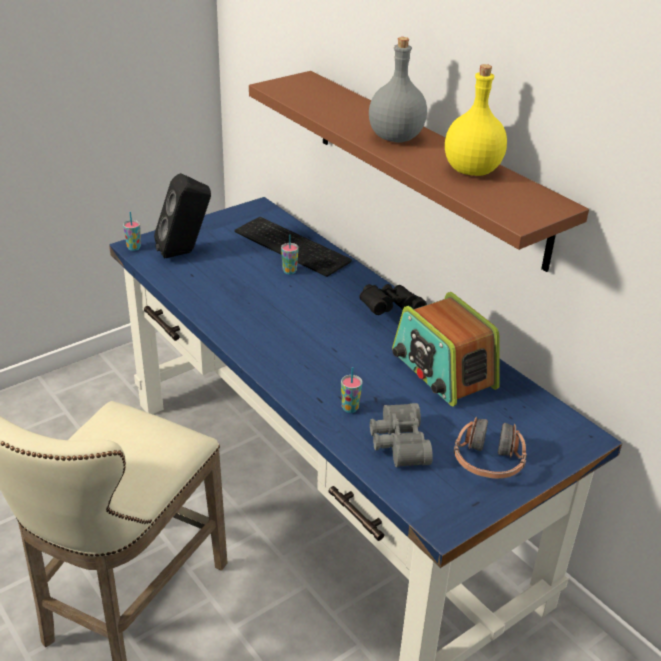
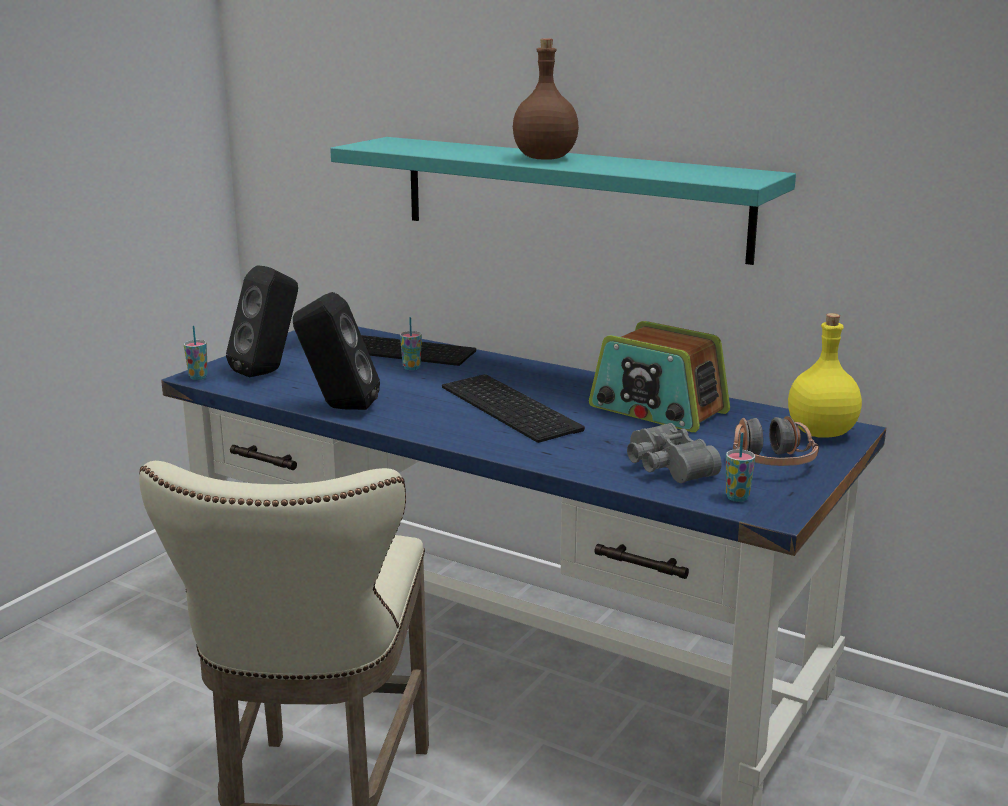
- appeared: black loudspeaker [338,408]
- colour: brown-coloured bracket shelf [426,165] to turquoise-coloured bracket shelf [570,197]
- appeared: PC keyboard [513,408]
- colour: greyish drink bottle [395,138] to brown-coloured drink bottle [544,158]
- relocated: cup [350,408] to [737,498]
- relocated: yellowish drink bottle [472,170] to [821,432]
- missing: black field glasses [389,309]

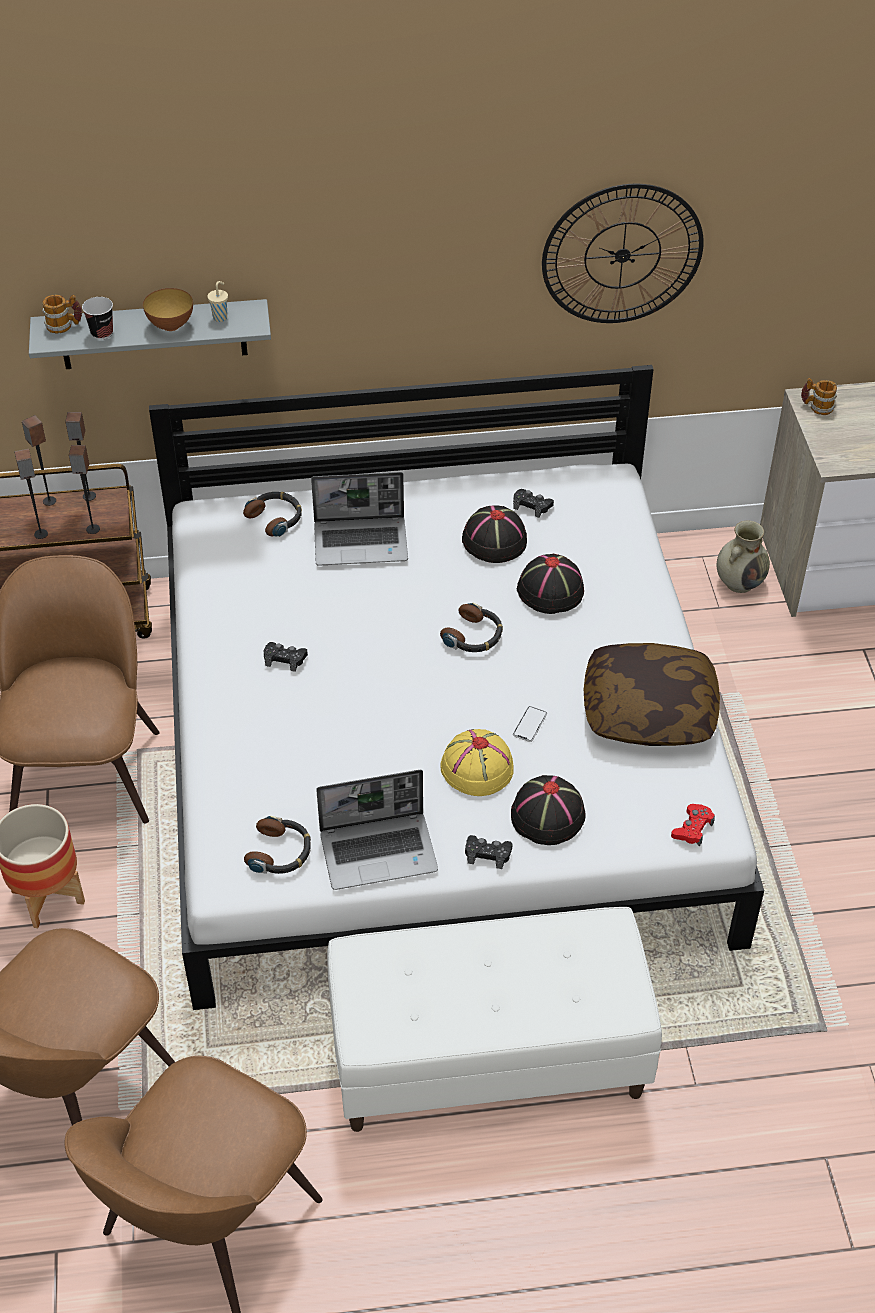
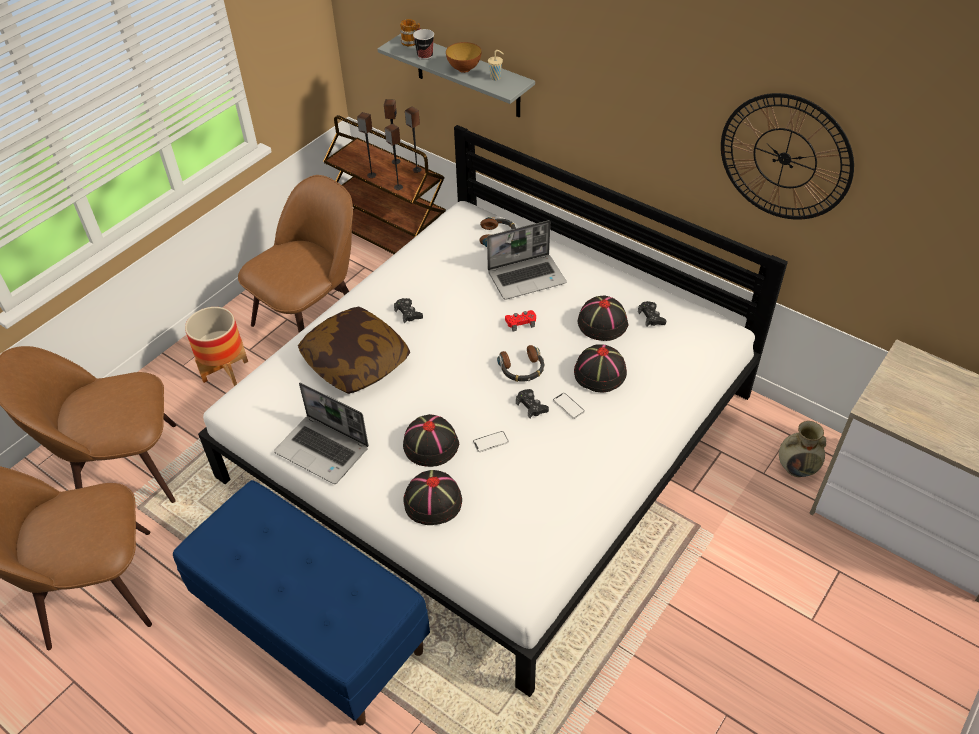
- colour: white bench [489,1057] to bluish bench [313,626]
- relocated: pillow [649,711] to [356,362]
- colour: yellowish wearable hat [476,768] to black wearable hat [430,444]
- spun: laptop [362,542] = [527,277] 60 degrees counterclockwise
- relocated: reddish joypad [692,828] to [521,322]
- relocated: black joypad [488,854] to [531,406]
- appeared: telephone [568,406]
- missing: headphones [280,852]
- missing: mug [816,406]

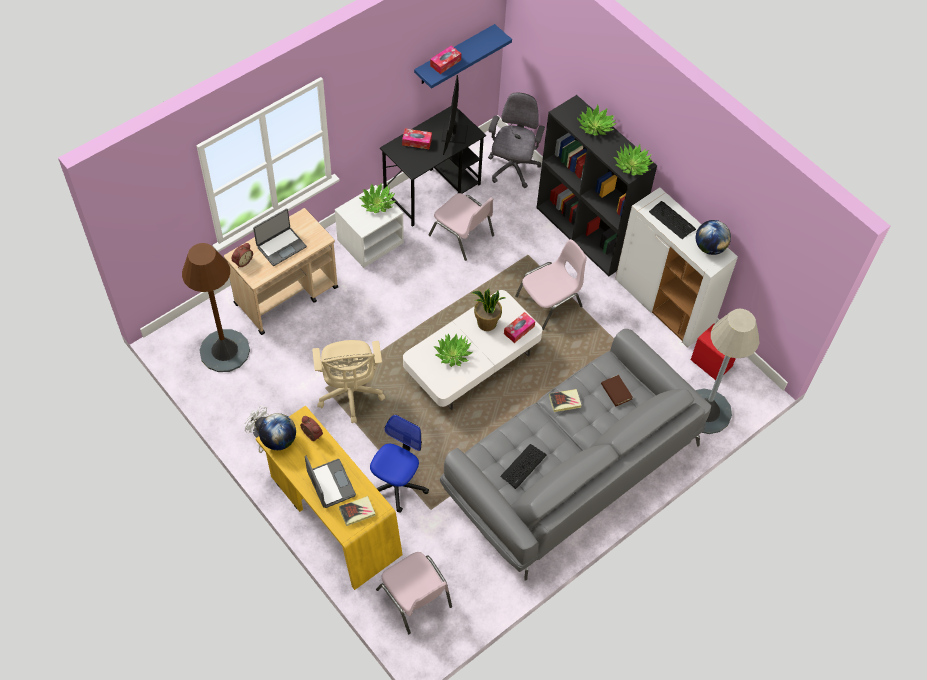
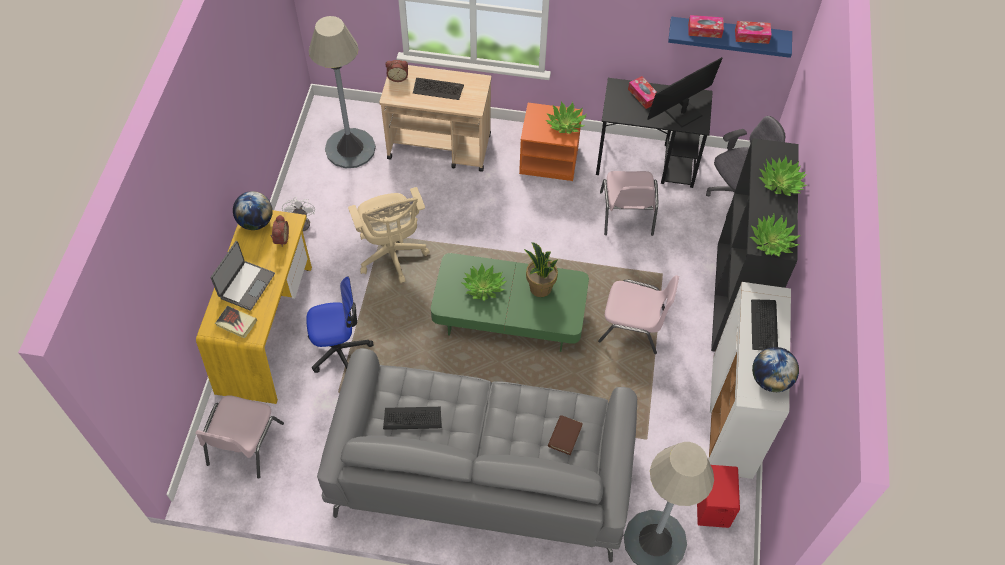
- colour: brown-coloured standard lamp [224,351] to greyish standard lamp [350,148]
- spun: sand-coloured office chair [350,394] = [392,255] 60 degrees counterclockwise
- exchanged: laptop [281,246] to PC keyboard [438,89]
- colour: white low table [471,362] to green low table [509,315]
- colour: white night table [370,241] to orange night table [549,159]
- relocated: tissue holder [519,330] to [751,36]
- missing: bound book [565,401]

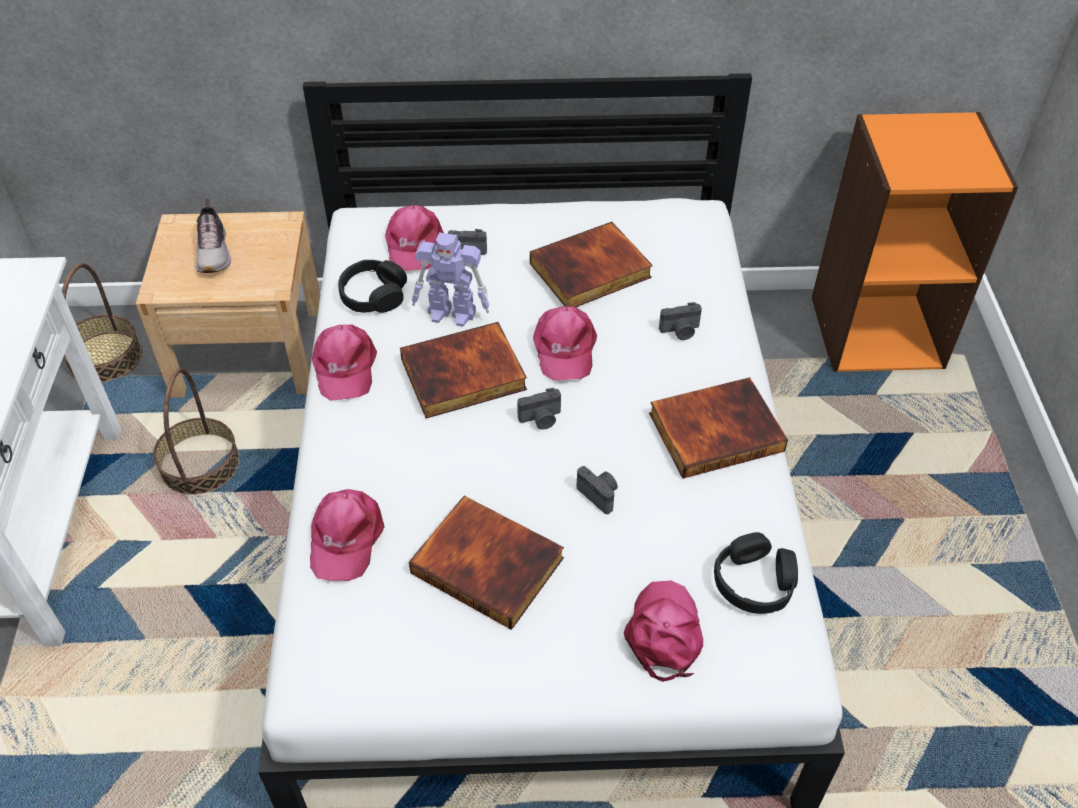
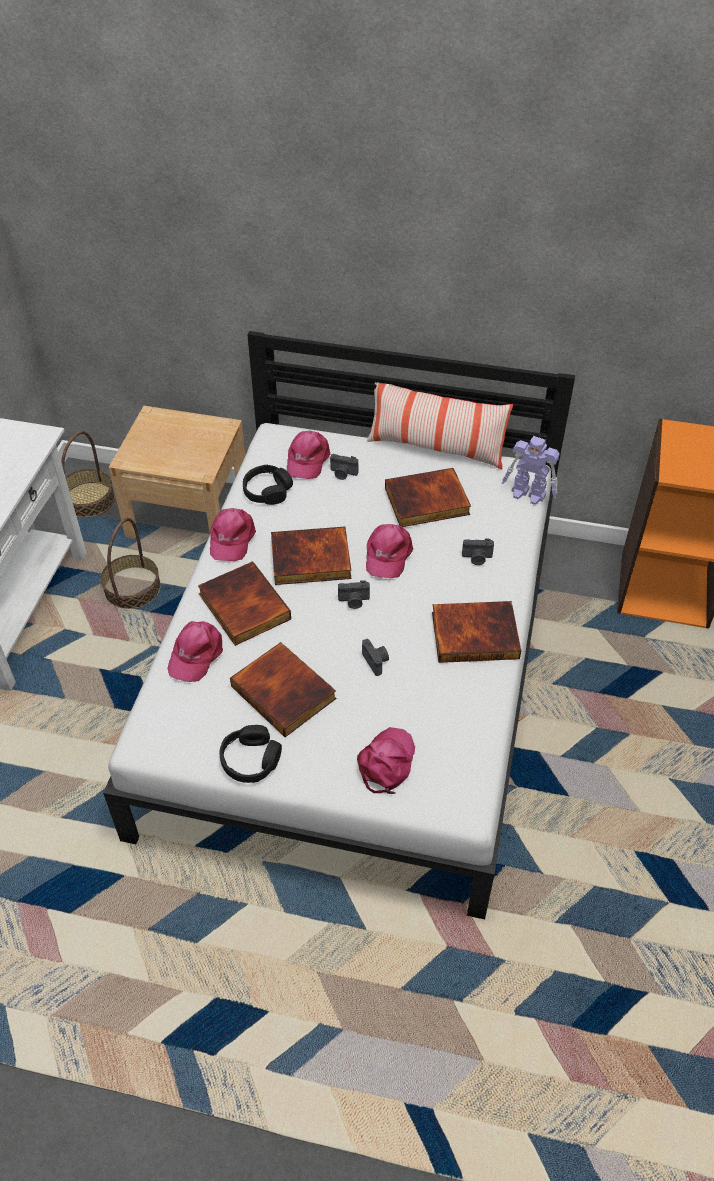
- appeared: bound book [242,607]
- relocated: black headphones [754,582] to [251,760]
- appeared: pillow [436,448]
- relocated: toy robot [453,313] to [529,494]
- missing: low shoe [214,252]

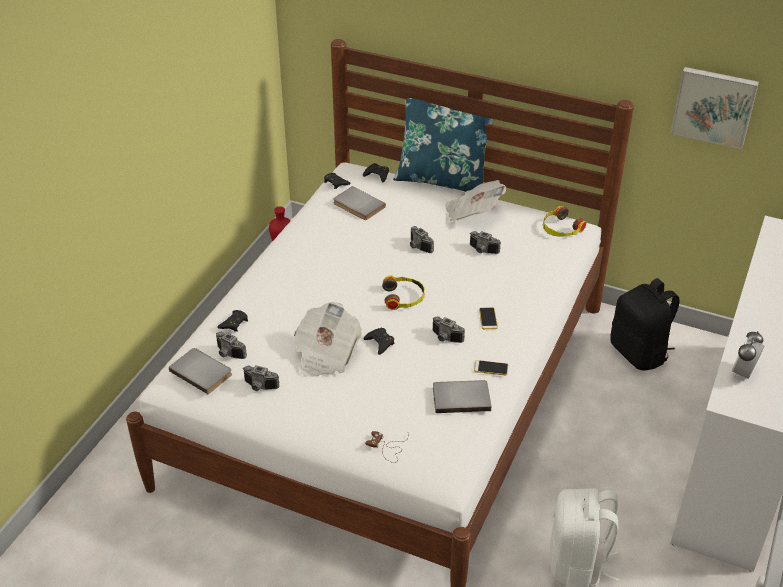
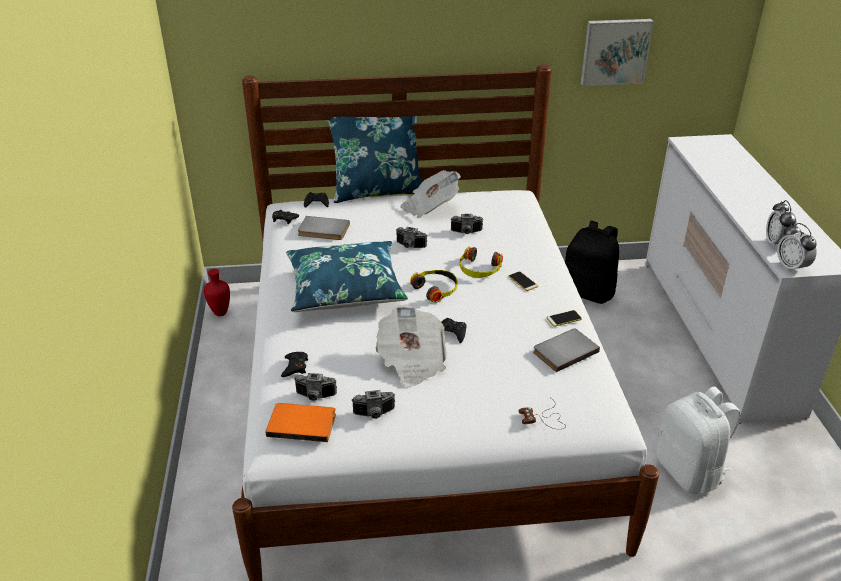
- colour: greyish bound book [202,371] to orange bound book [302,423]
- appeared: bluish pillow [345,288]
- relocated: headphones [561,228] to [479,269]
- appeared: alarm clock [791,267]
- missing: still camera [445,338]

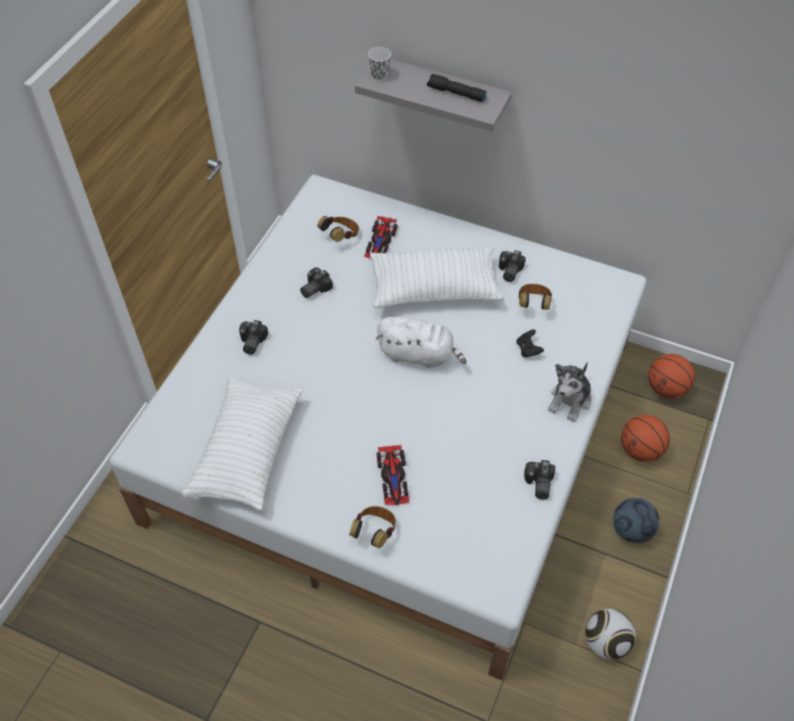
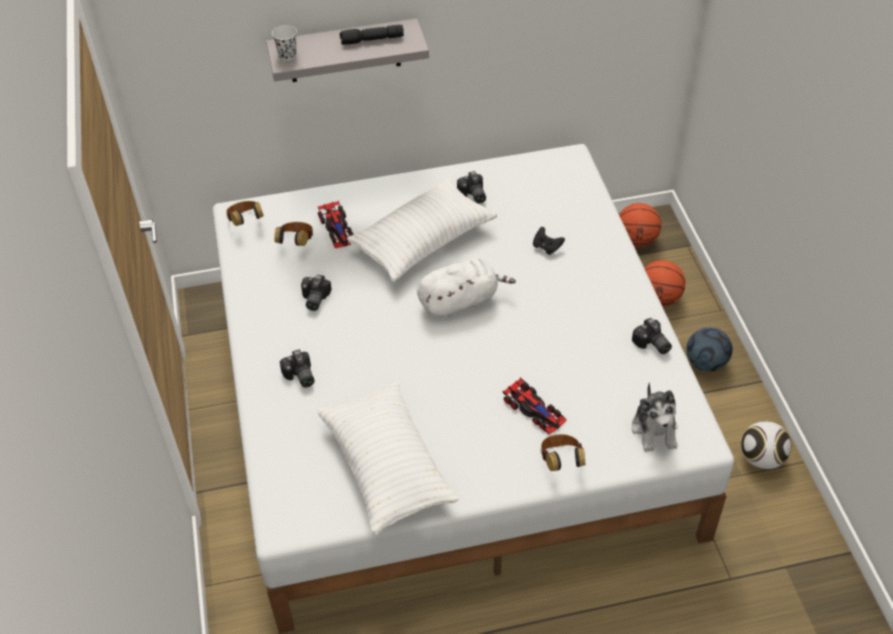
- relocated: headphones [533,305] to [246,222]
- relocated: cuddly toy [570,400] to [655,429]

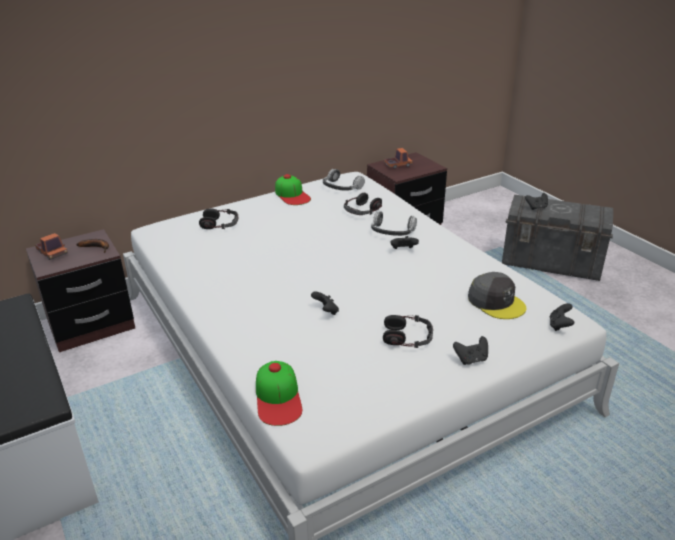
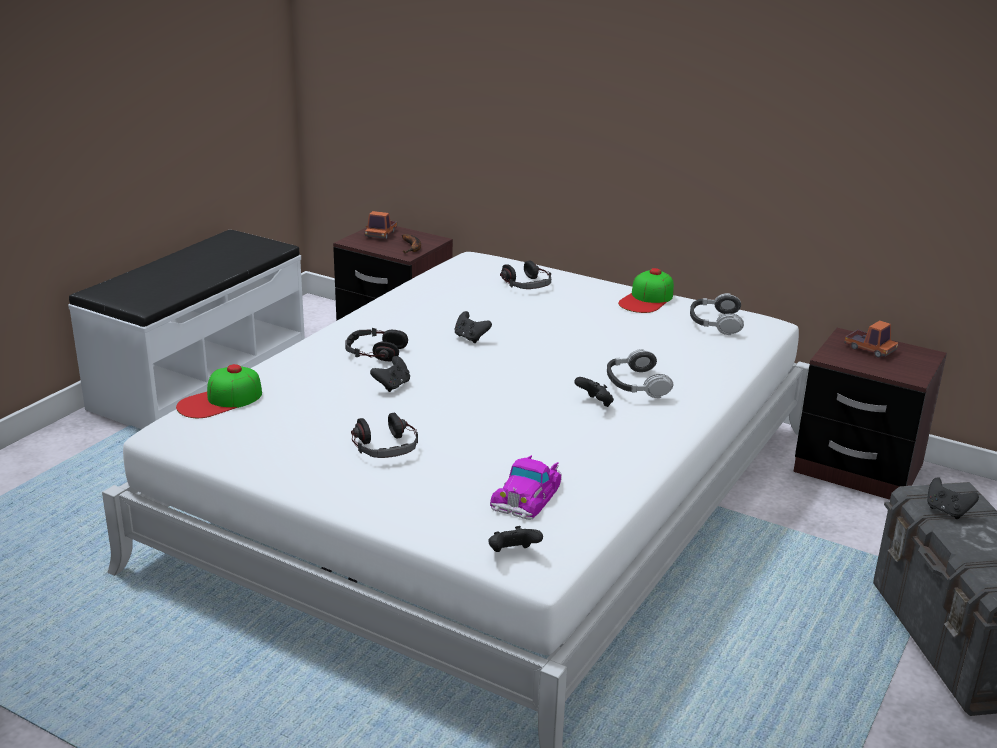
- relocated: headphones [362,210] to [375,352]
- relocated: black joypad [471,359] to [470,338]
- exchanged: greyish baseball cap [496,302] to miniature car [527,494]

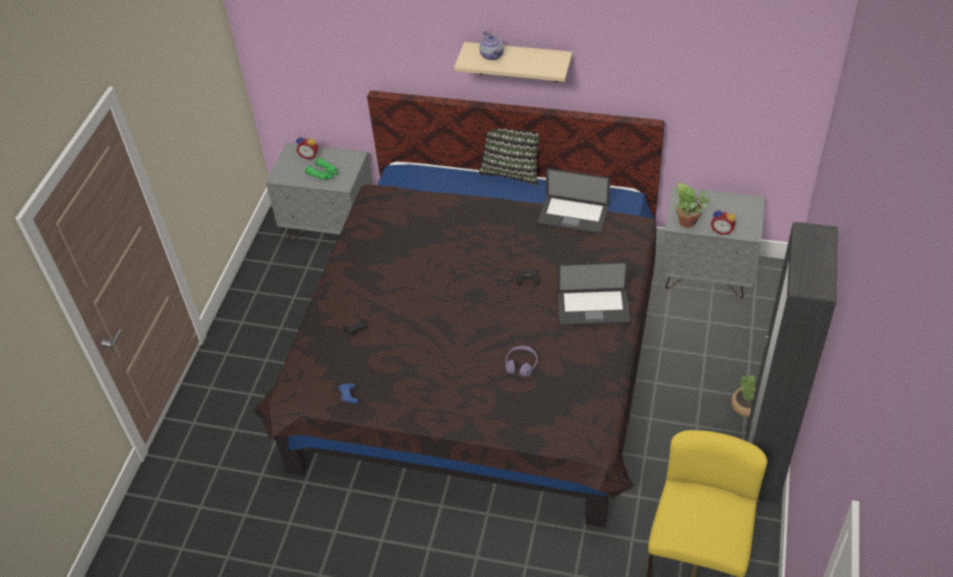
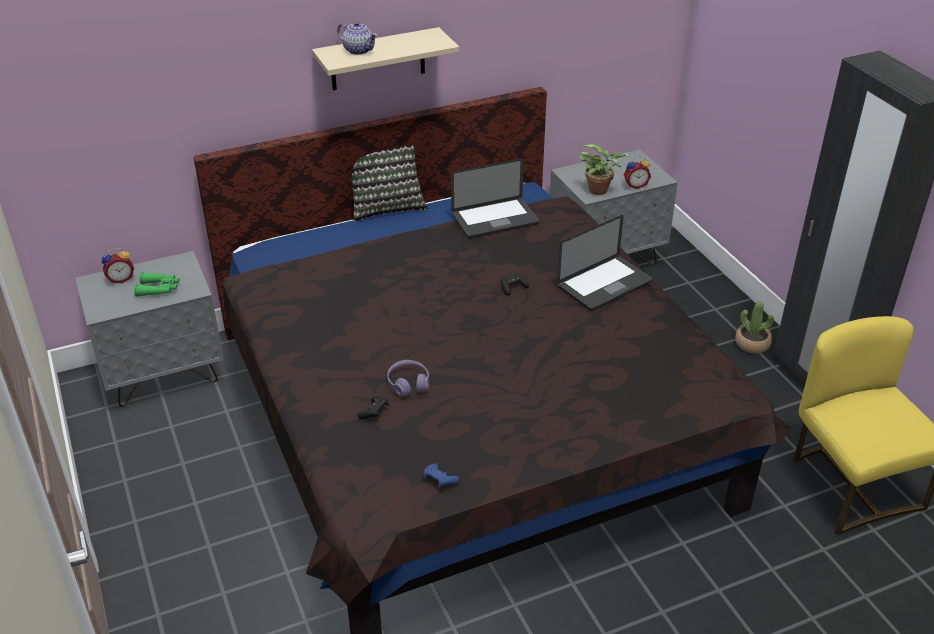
- relocated: purplish headphones [521,365] to [408,383]

